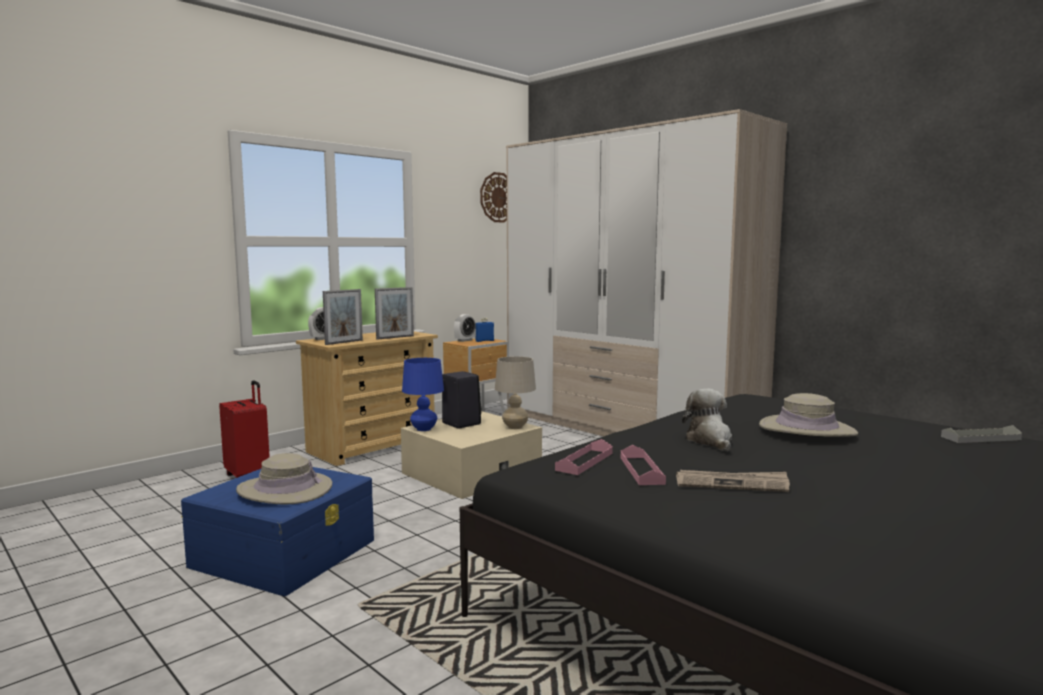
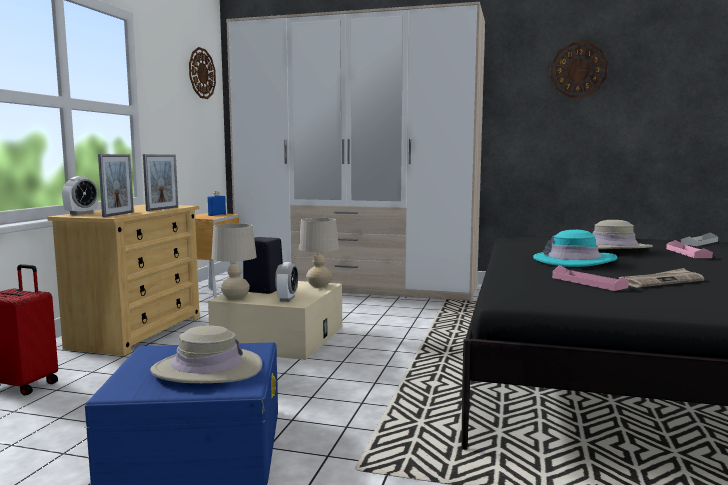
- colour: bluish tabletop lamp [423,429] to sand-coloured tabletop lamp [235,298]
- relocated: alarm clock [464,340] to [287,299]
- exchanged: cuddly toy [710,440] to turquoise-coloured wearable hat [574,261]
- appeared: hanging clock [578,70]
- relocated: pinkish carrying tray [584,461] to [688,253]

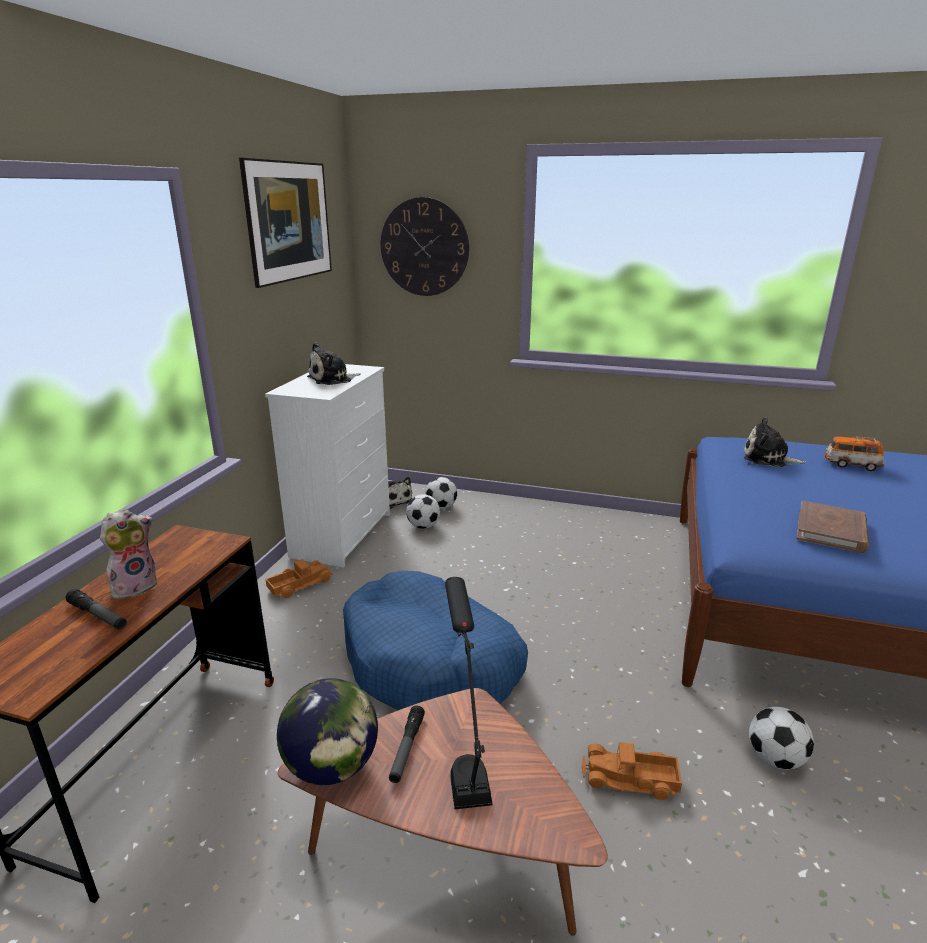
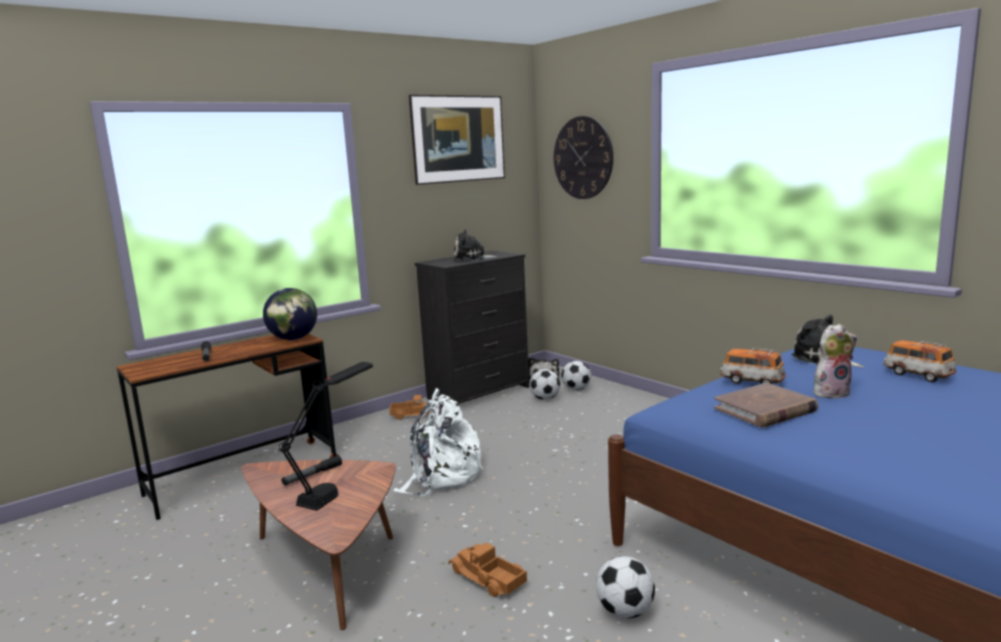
- relocated: desk globe [332,766] to [293,339]
- exchanged: bluish pet bed [431,663] to white backpack [441,476]
- colour: white drawer chest [343,534] to black drawer chest [480,393]
- appeared: miniature car [752,382]
- relocated: cuddly toy [136,586] to [831,393]

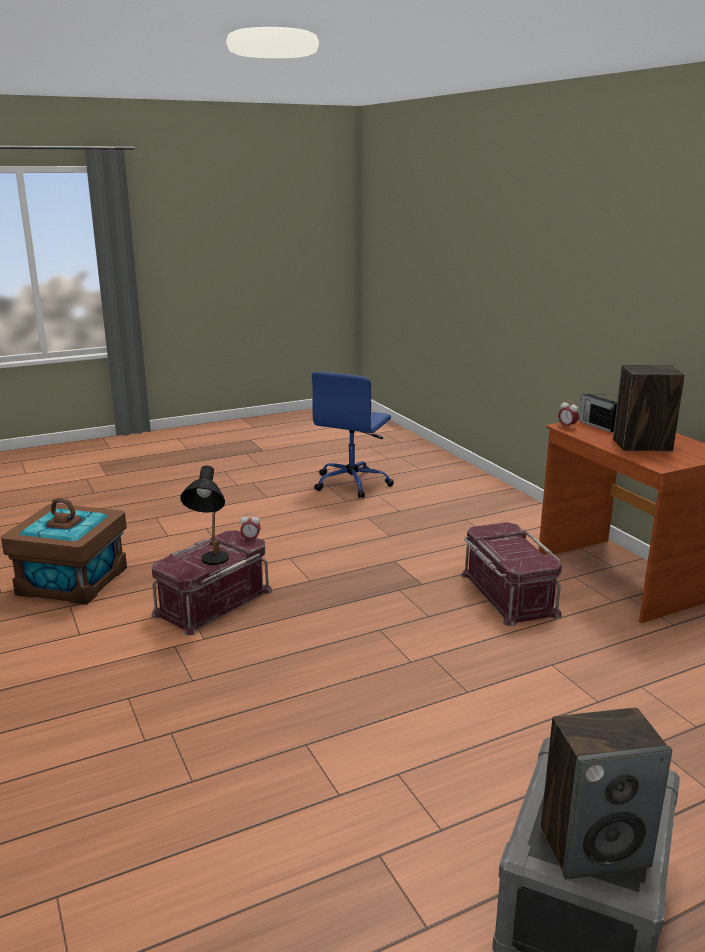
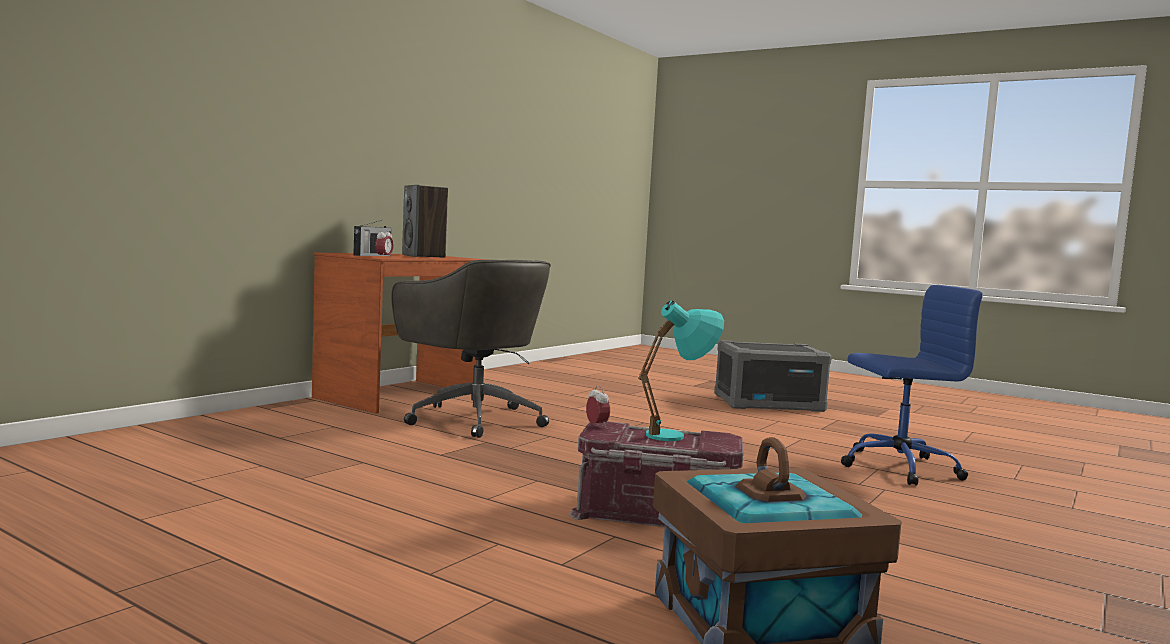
- exchanged: reddish storage container [507,594] to greyish office chair [473,419]
- colour: black tabletop lamp [211,563] to turquoise-coloured tabletop lamp [678,435]
- relocated: bluish office chair [352,483] to [897,467]
- missing: loudspeaker [594,847]

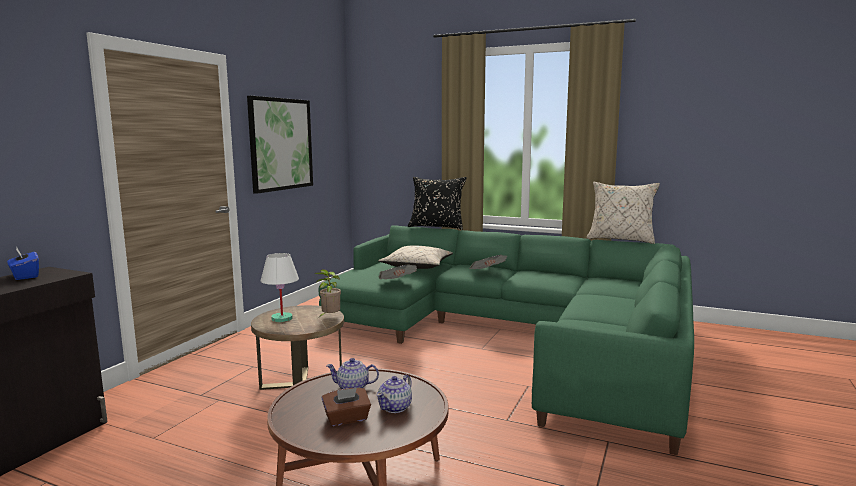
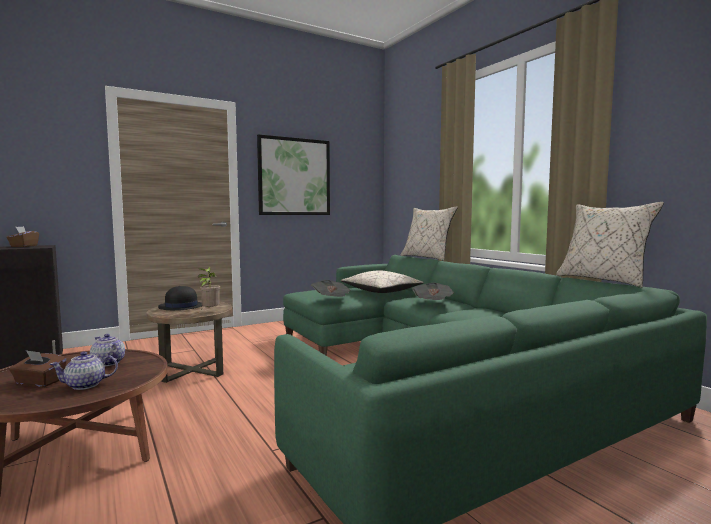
- colour: bluish tissue holder [25,276] to brown-coloured tissue holder [23,246]
- exchanged: white tabletop lamp [281,319] to black wearable hat [181,307]
- colour: black pillow [437,227] to sand-coloured pillow [427,258]

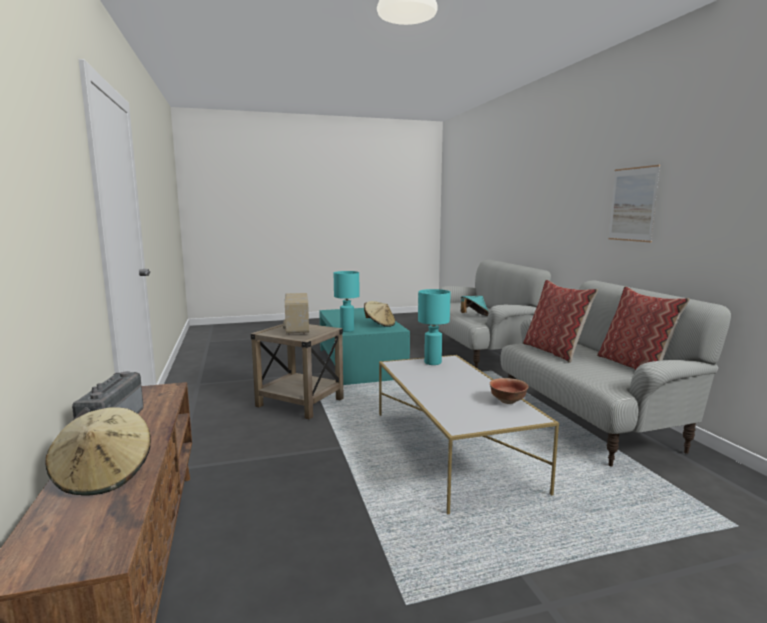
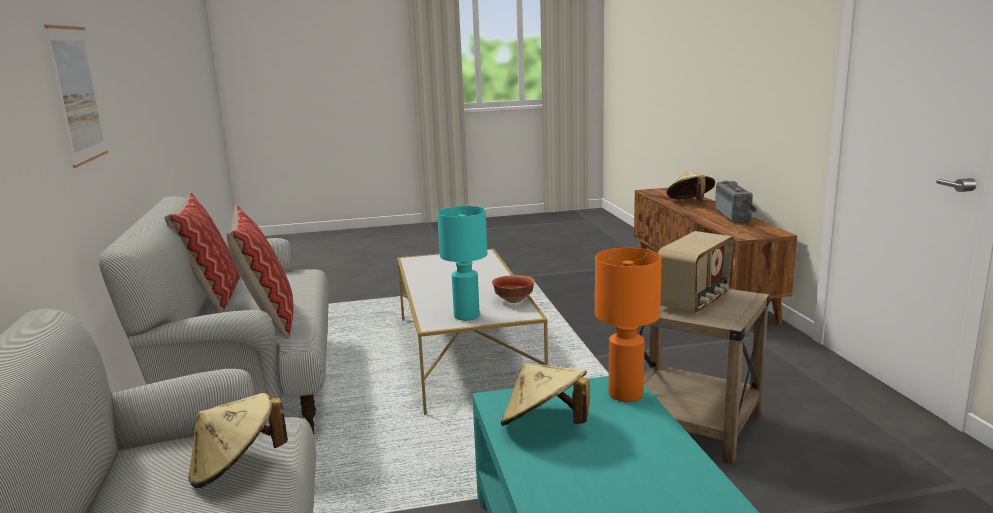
- colour: turquoise-coloured wearable hat [474,316] to sand-coloured wearable hat [236,468]
- relocated: serving bowl [508,401] to [513,300]
- colour: turquoise-coloured tabletop lamp [347,330] to orange tabletop lamp [625,394]
- spun: radio [296,330] = [695,301] 45 degrees clockwise

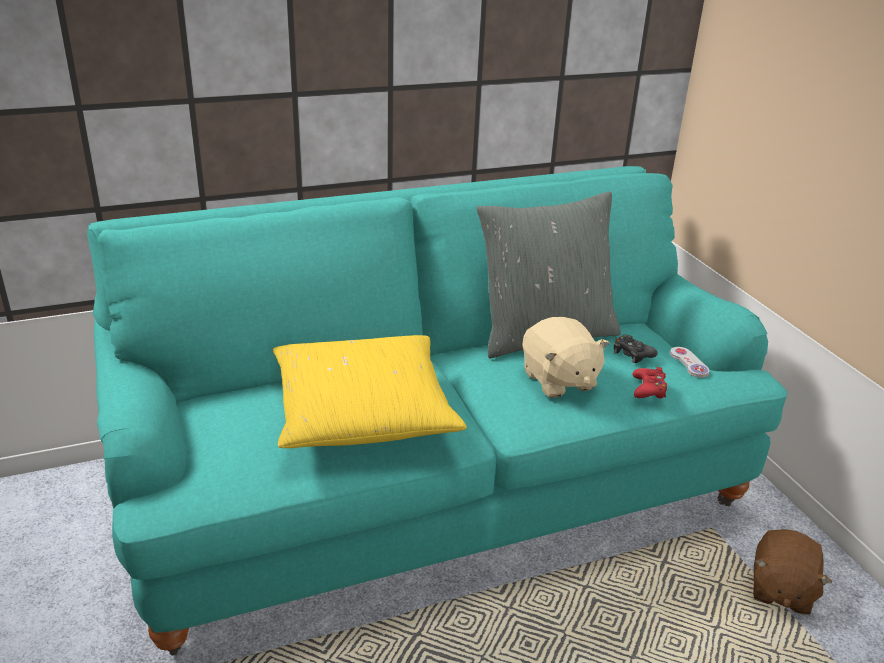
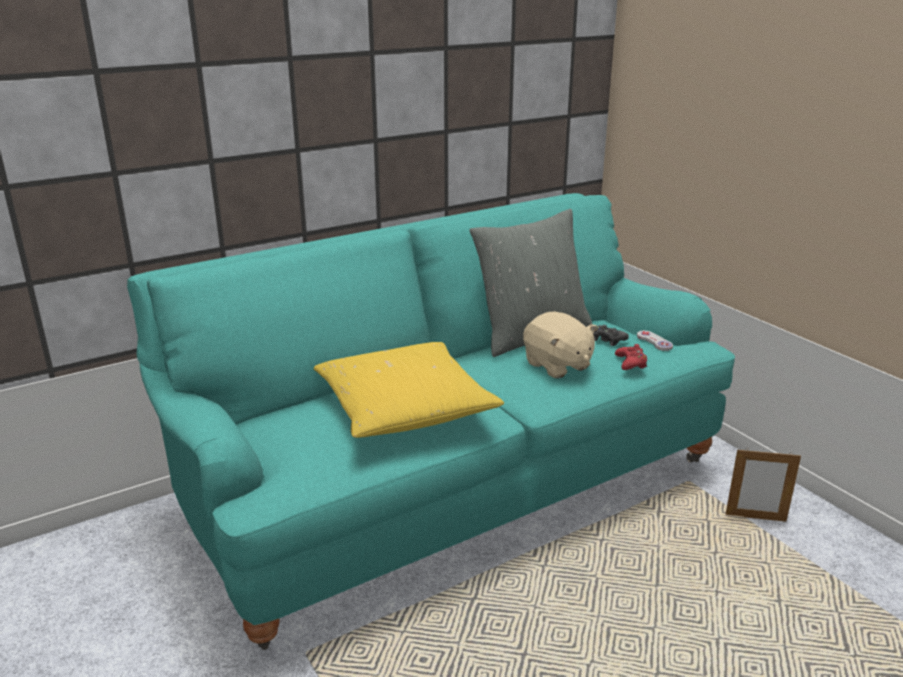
- exchanged: brown-coloured cuddly toy [780,590] to photo frame [755,518]

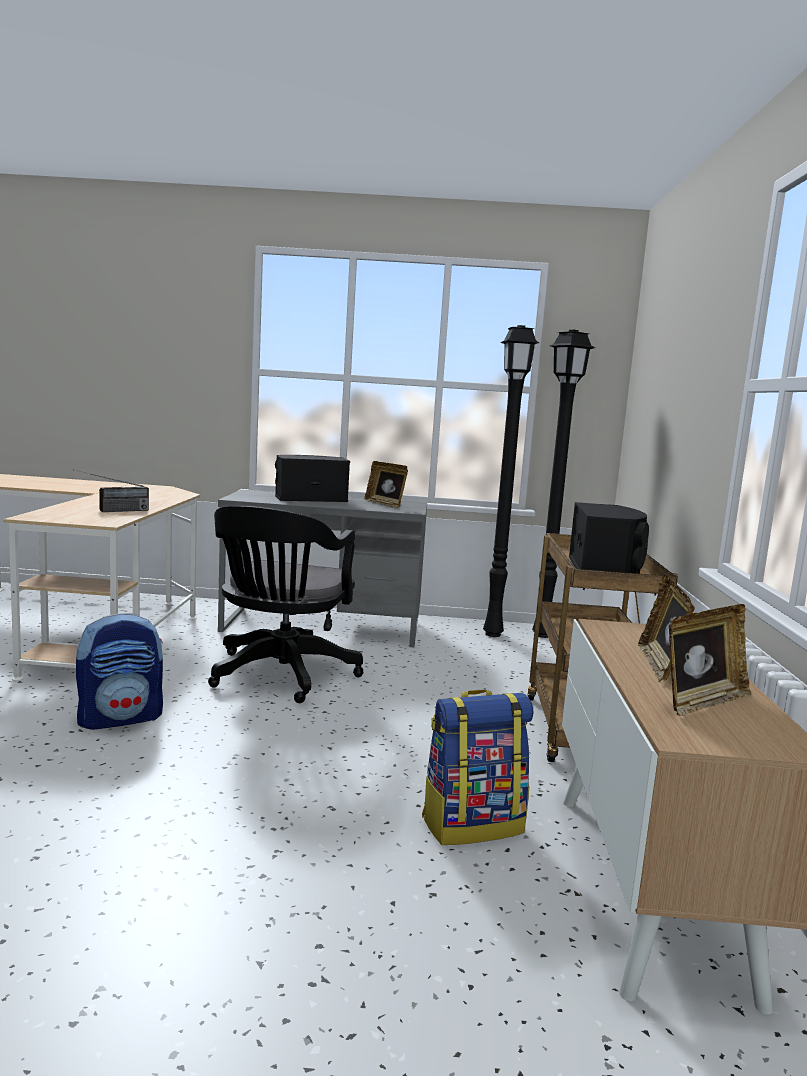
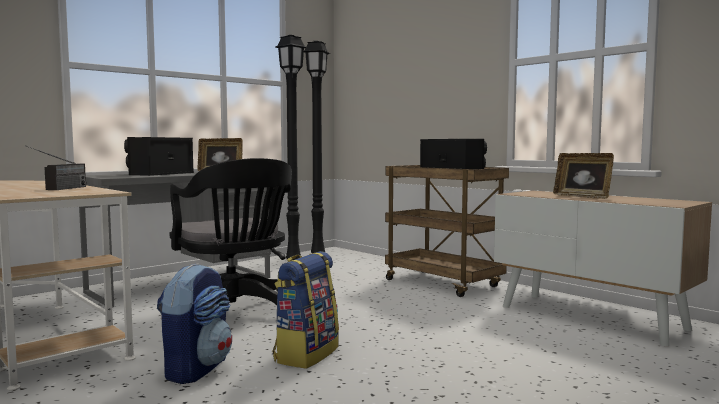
- relocated: backpack [472,824] to [306,354]
- missing: photo frame [702,702]

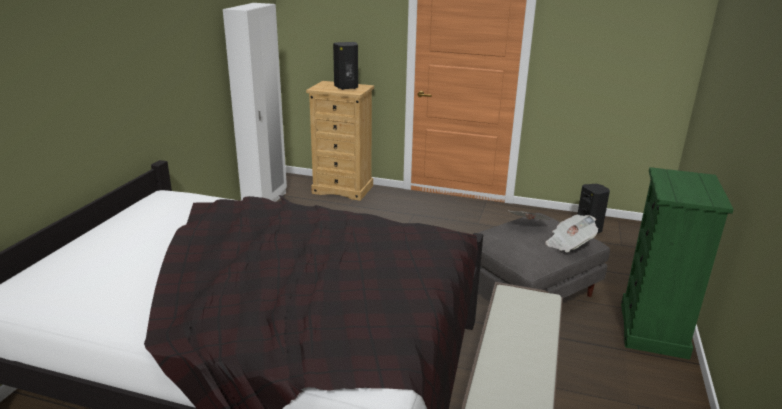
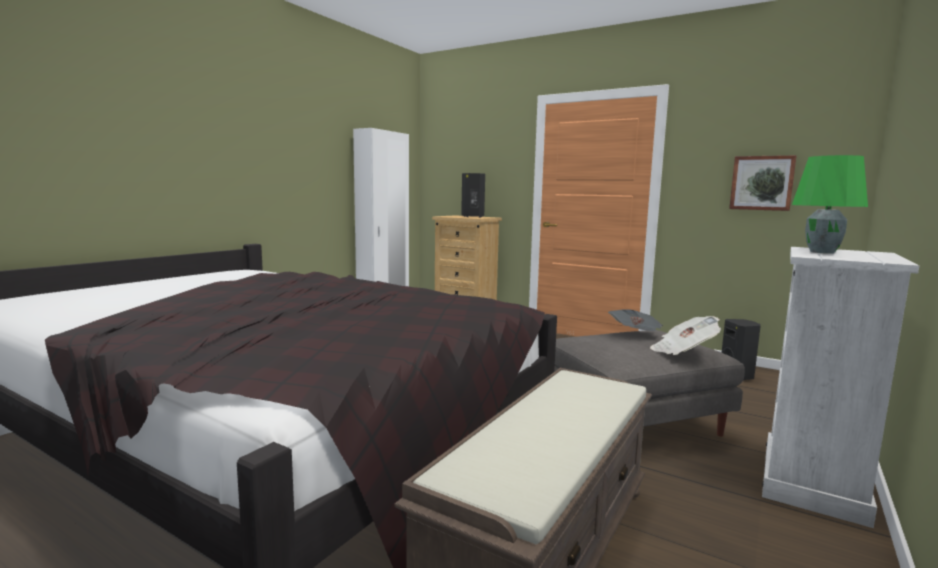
- appeared: wall art [762,183]
- colour: green drawer chest [653,329] to white drawer chest [813,483]
- appeared: green tabletop lamp [823,252]

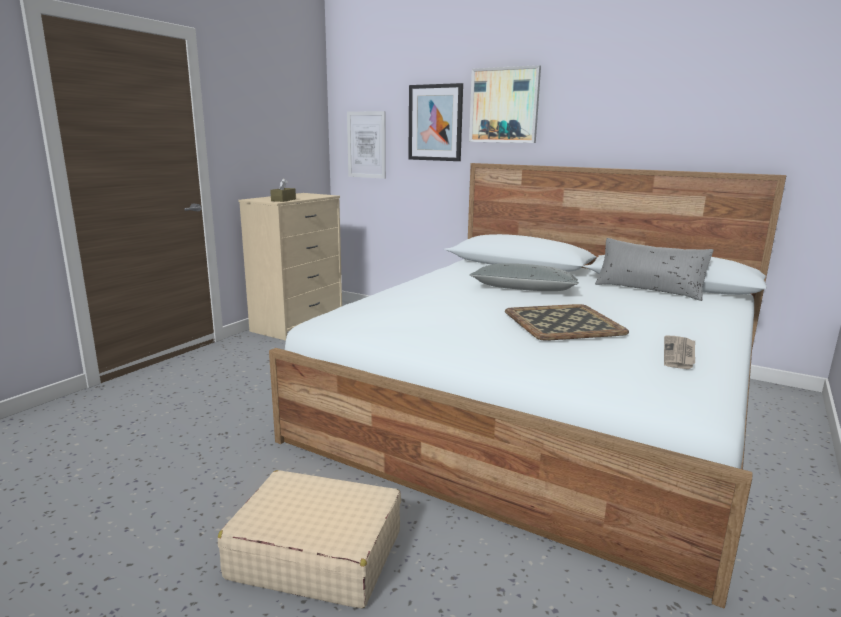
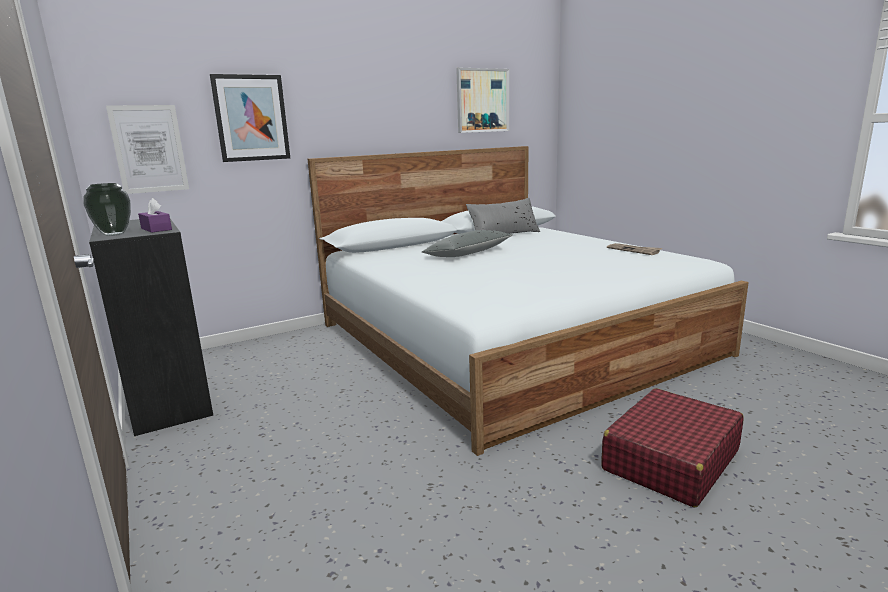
- appeared: flower vase [114,234]
- colour: sand-coloured drawer chest [298,324] to black drawer chest [171,400]
- colour: brown-coloured tissue holder [283,200] to purplish tissue holder [156,229]
- relocated: wall art [504,105] to [482,100]
- colour: sand-coloured piece of luggage [315,554] to reddish piece of luggage [670,460]
- missing: carrying tray [563,322]

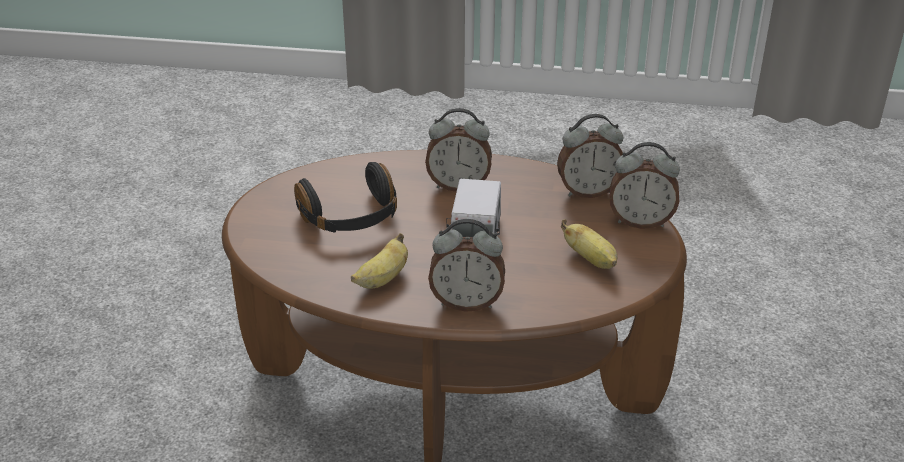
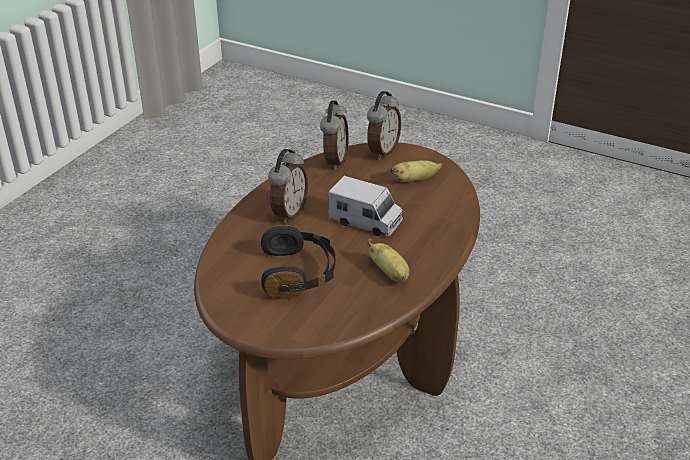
- missing: alarm clock [466,302]

